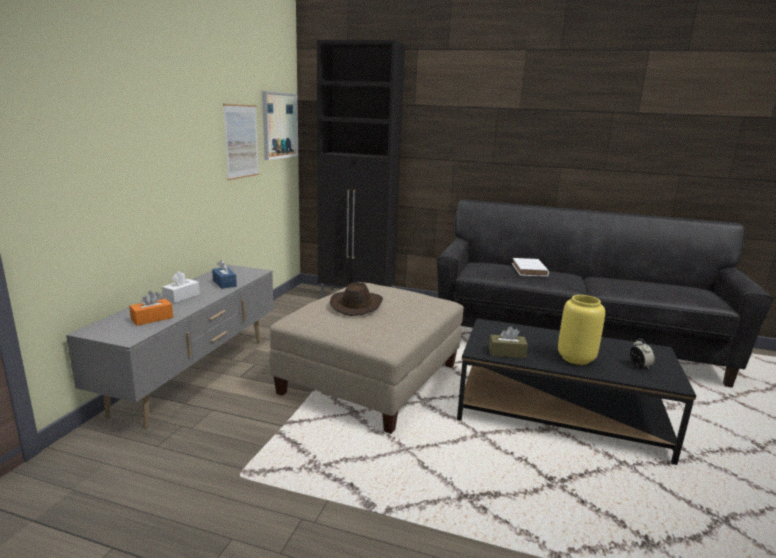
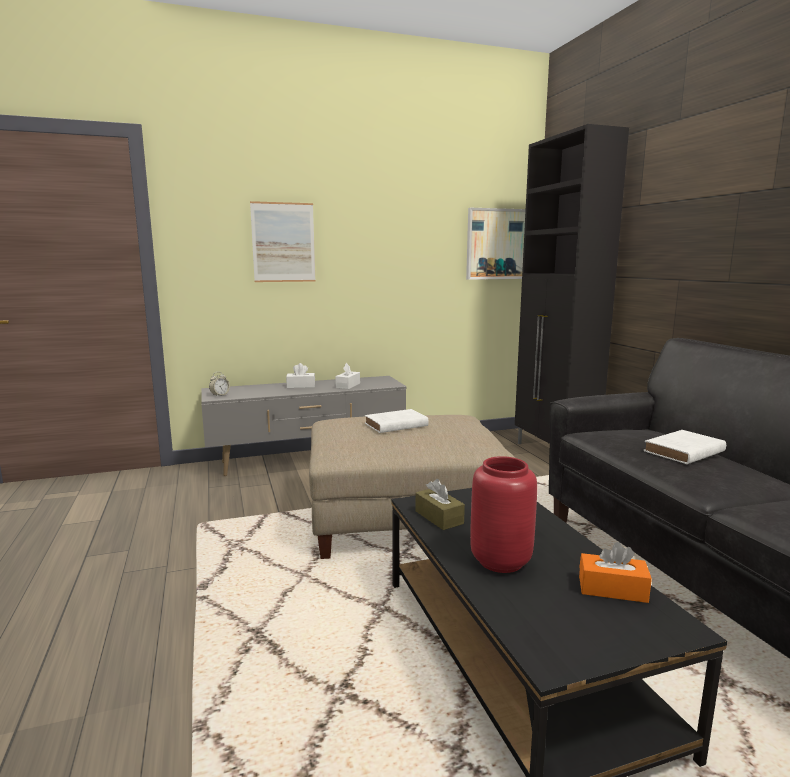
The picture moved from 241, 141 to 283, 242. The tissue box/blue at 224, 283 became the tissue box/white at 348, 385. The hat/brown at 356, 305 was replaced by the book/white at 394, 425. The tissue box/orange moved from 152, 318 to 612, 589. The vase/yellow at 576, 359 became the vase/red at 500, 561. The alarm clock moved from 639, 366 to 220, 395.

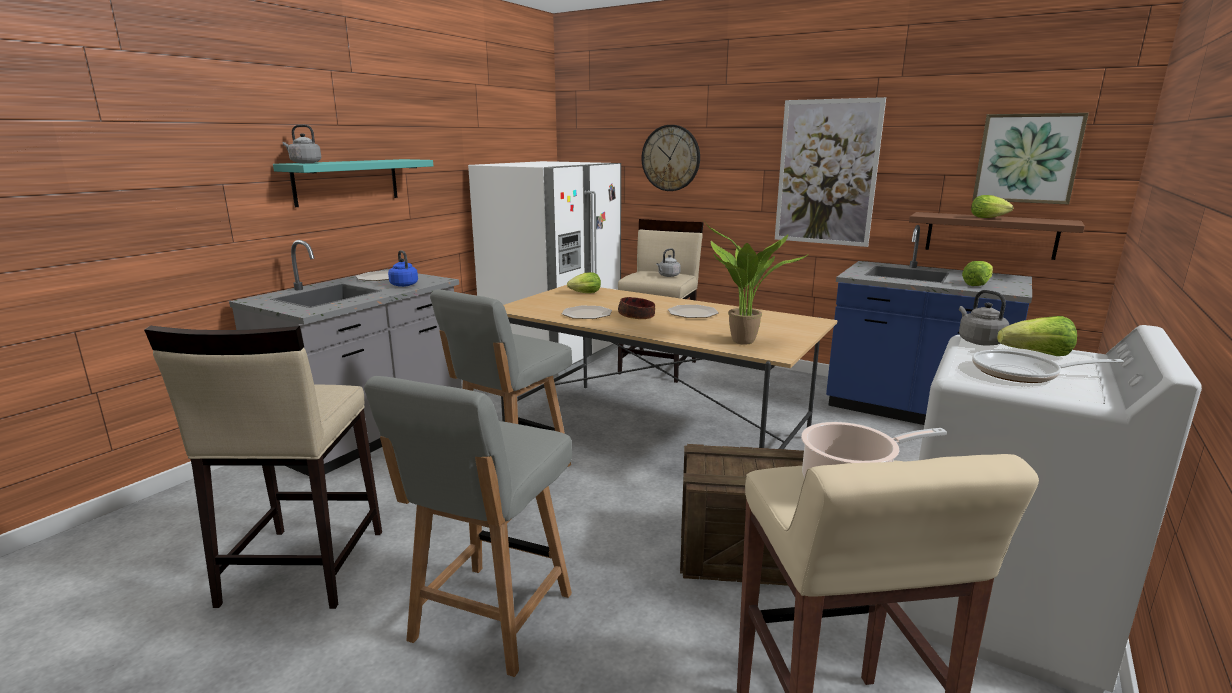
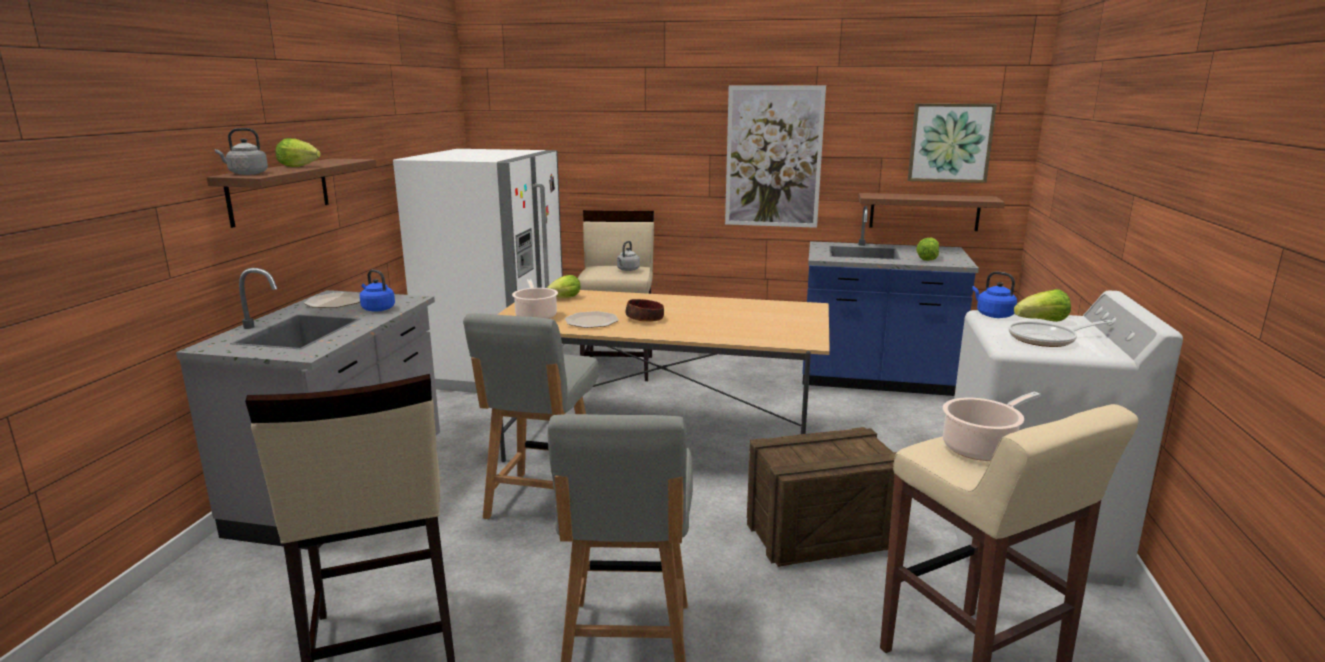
The wall clock at 671, 158 disappeared. The shelf/turquoise at 347, 181 became the shelf/brown at 279, 191. The lettuce moved from 990, 218 to 301, 167. The potted plant at 743, 343 disappeared. The kettle/grey at 978, 341 became the kettle/blue at 992, 315. The plate at 692, 313 disappeared. The cooking pot at 536, 315 appeared.

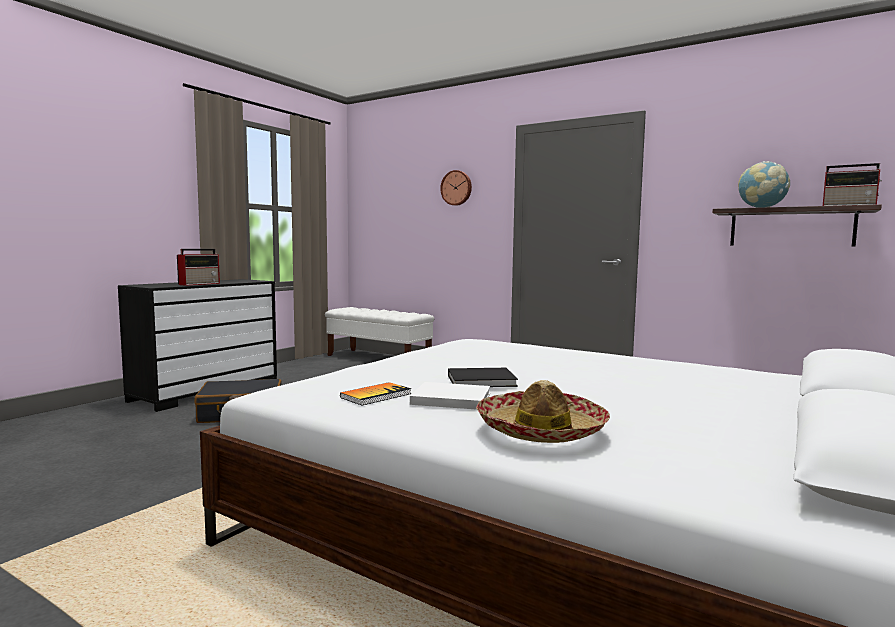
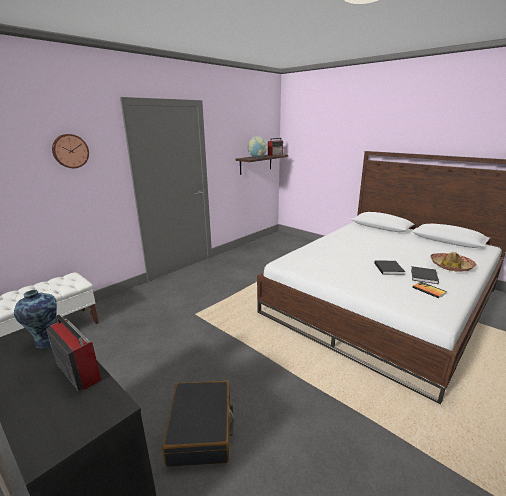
The book/white at 448, 399 became the book/black at 424, 276. The vase at 46, 341 appeared.

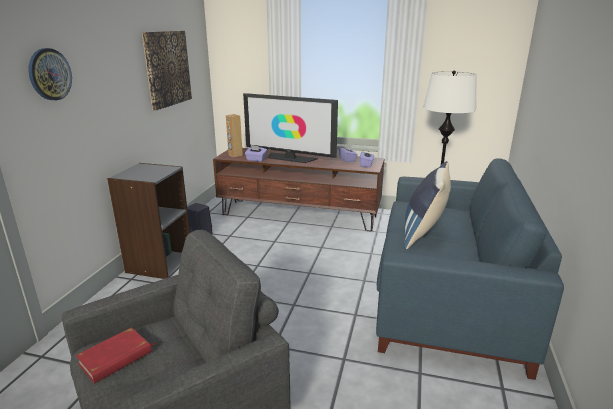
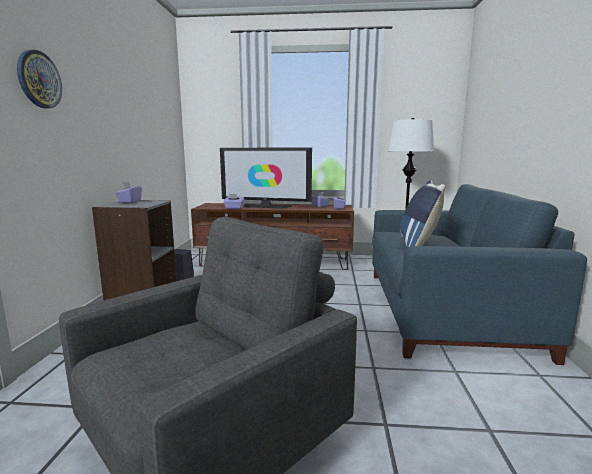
The picture at 167, 68 disappeared. The speaker/brown at 235, 155 disappeared. The book/red at 116, 358 disappeared. The tissue box/purple at 129, 201 appeared.

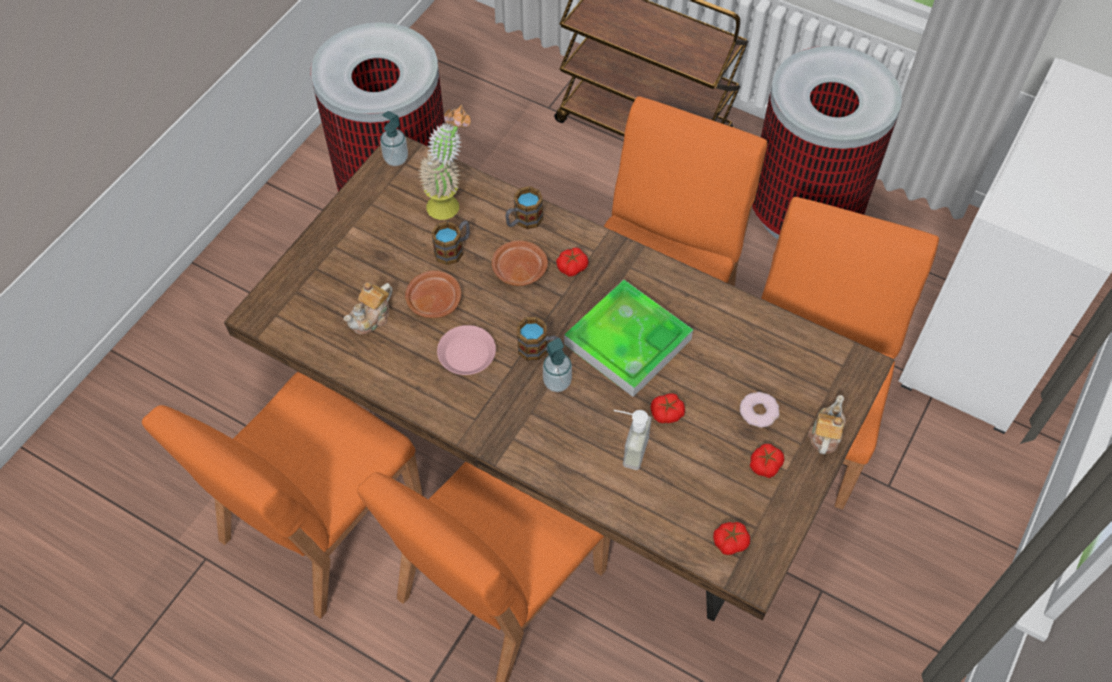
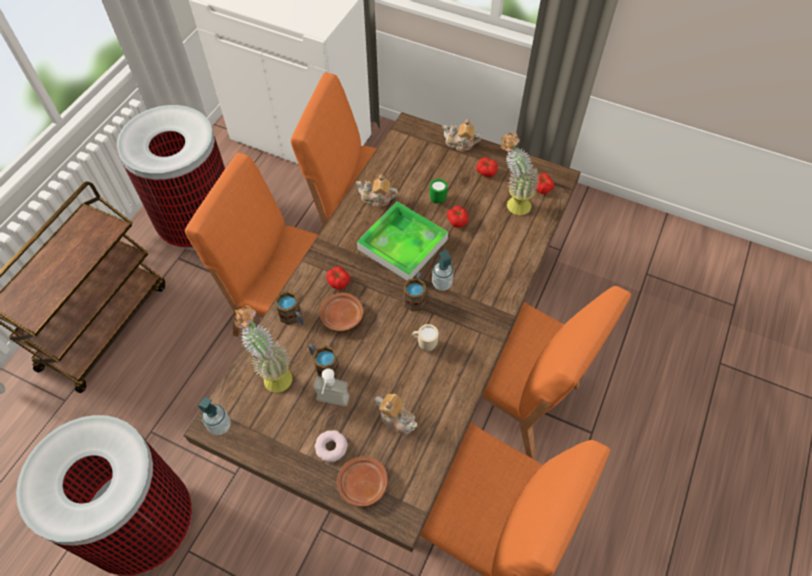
The plate/brown moved from 433, 300 to 362, 484. The plate/pink at 466, 354 was replaced by the mug/beige at 424, 344. The donut moved from 759, 412 to 331, 447. The soap dispenser moved from 627, 449 to 331, 404. The potted plant at 512, 203 appeared. The teapot at 376, 199 appeared. The mug/green at 437, 197 appeared.

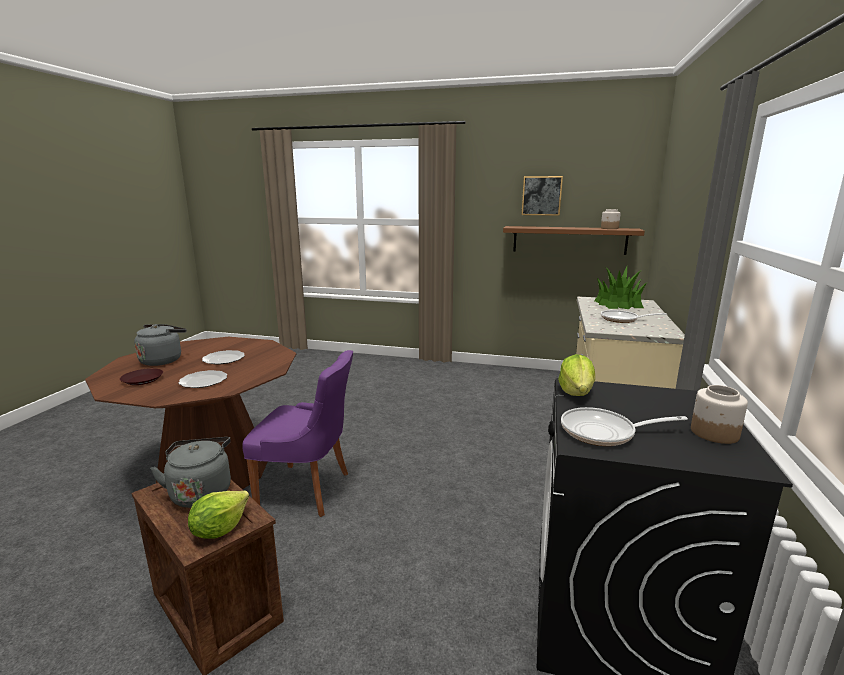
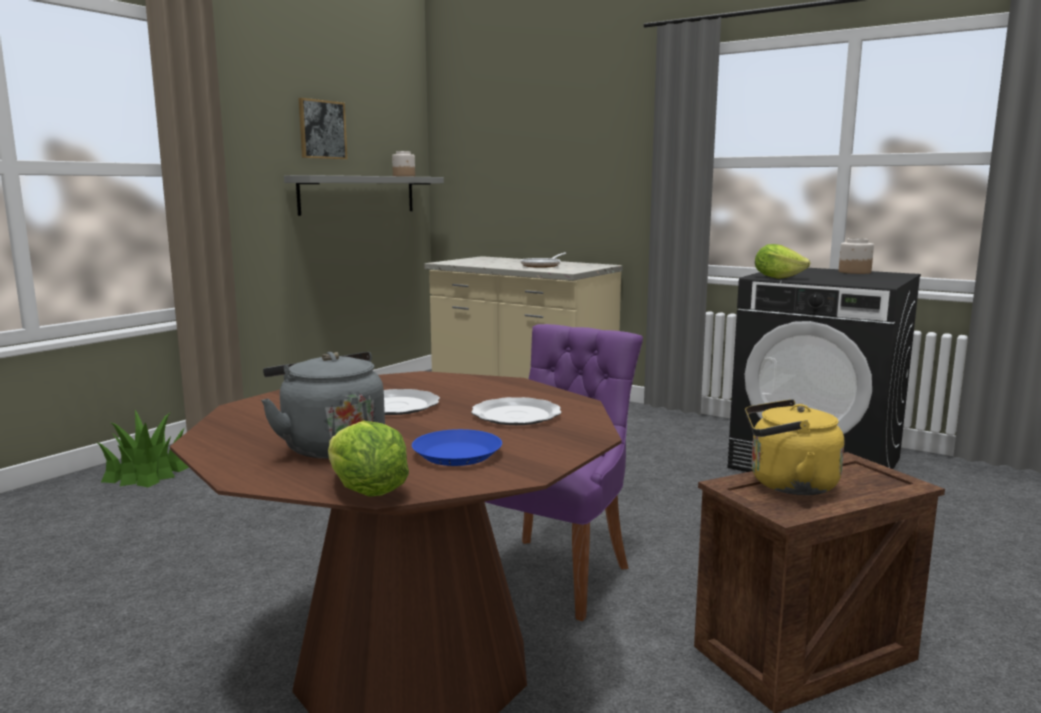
The shelf/brown at 569, 240 became the shelf/grey at 358, 194. The potted plant moved from 618, 304 to 146, 473. The plate/brown at 143, 380 became the plate/blue at 457, 454. The frying pan at 604, 432 disappeared. The kettle/grey at 201, 492 became the kettle/yellow at 787, 484. The lettuce moved from 219, 529 to 366, 492.

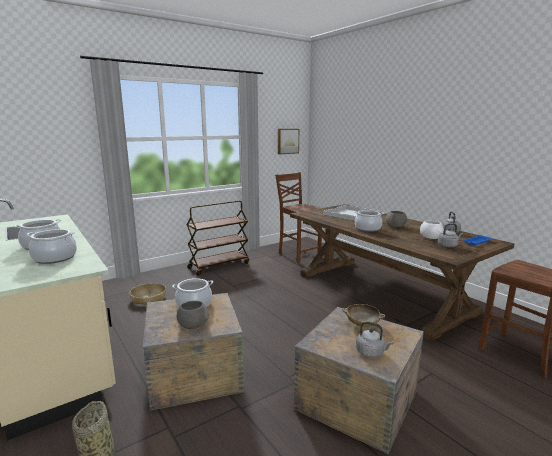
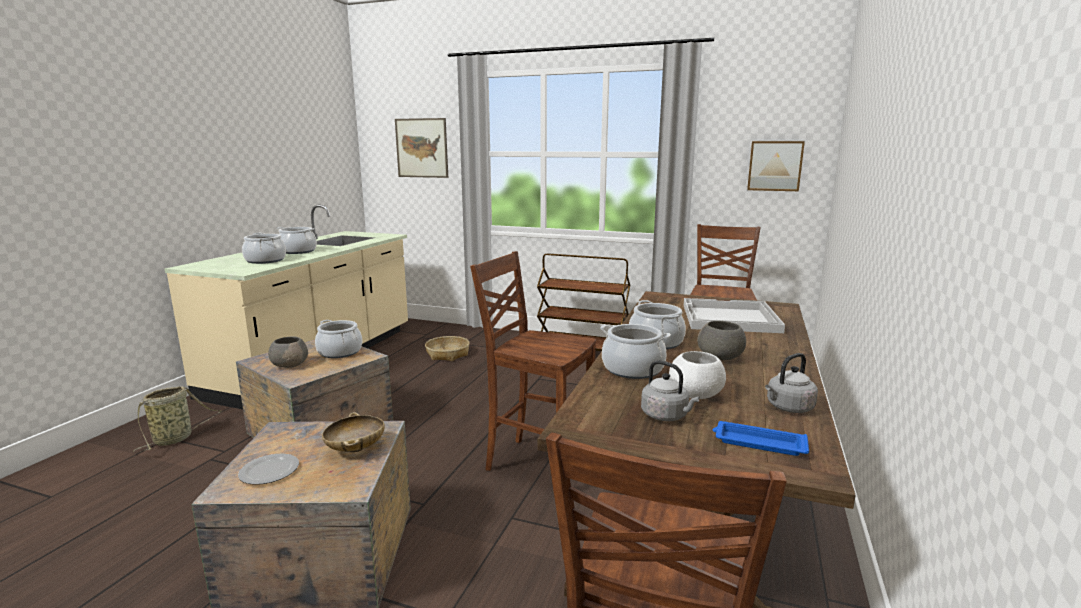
The kettle/grey at 371, 353 was replaced by the plate at 270, 471. The picture at 422, 148 appeared. The chair/brown at 537, 464 appeared. The cooking pot at 632, 369 appeared.

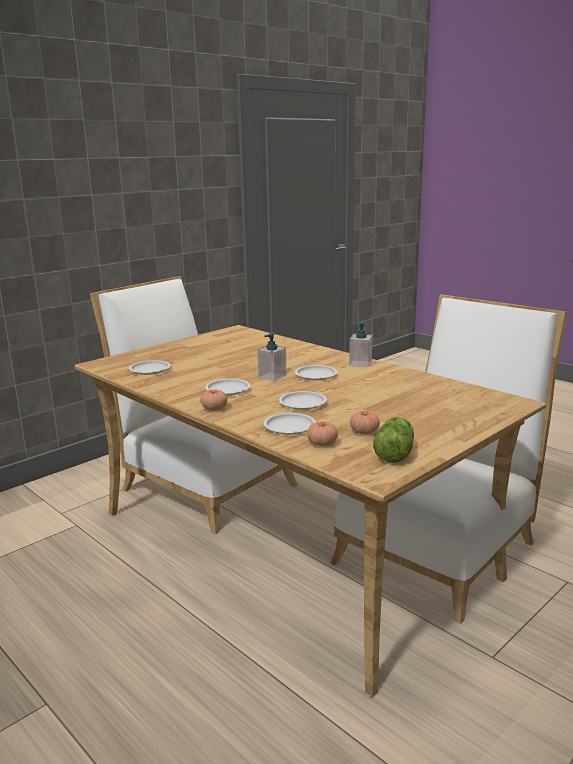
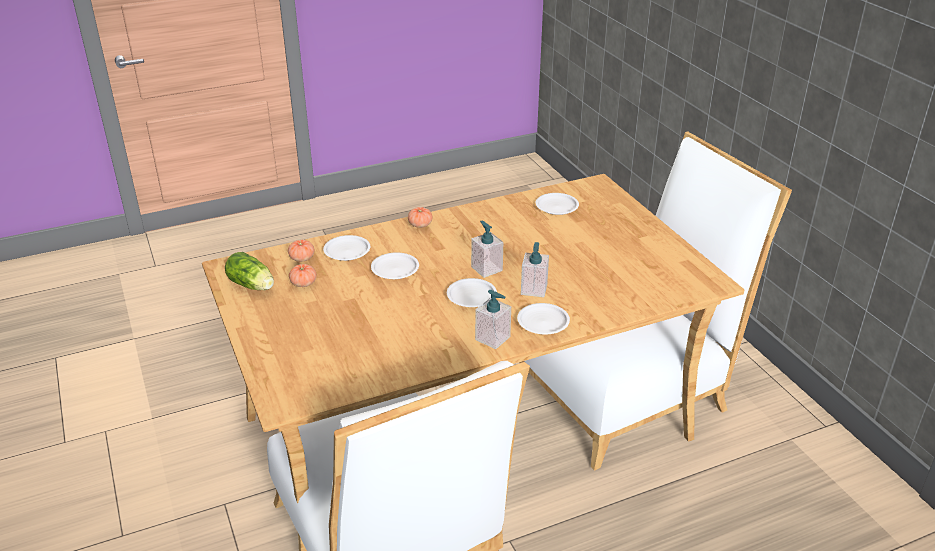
The plate/white moved from 228, 390 to 543, 322. The soap dispenser at 534, 289 appeared.

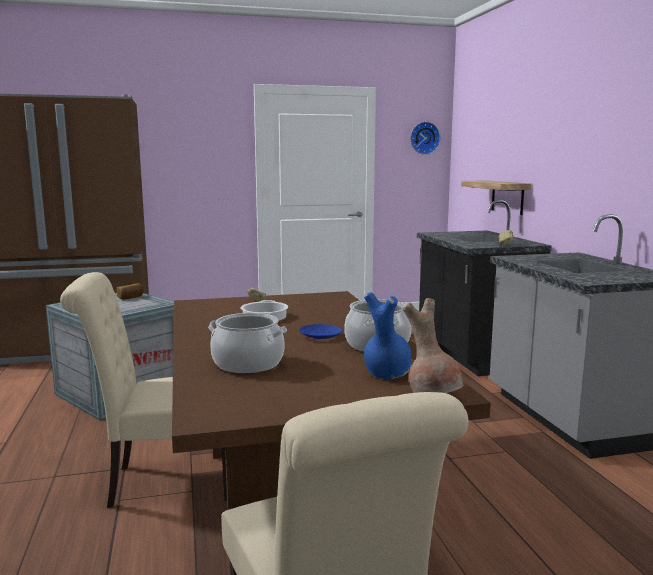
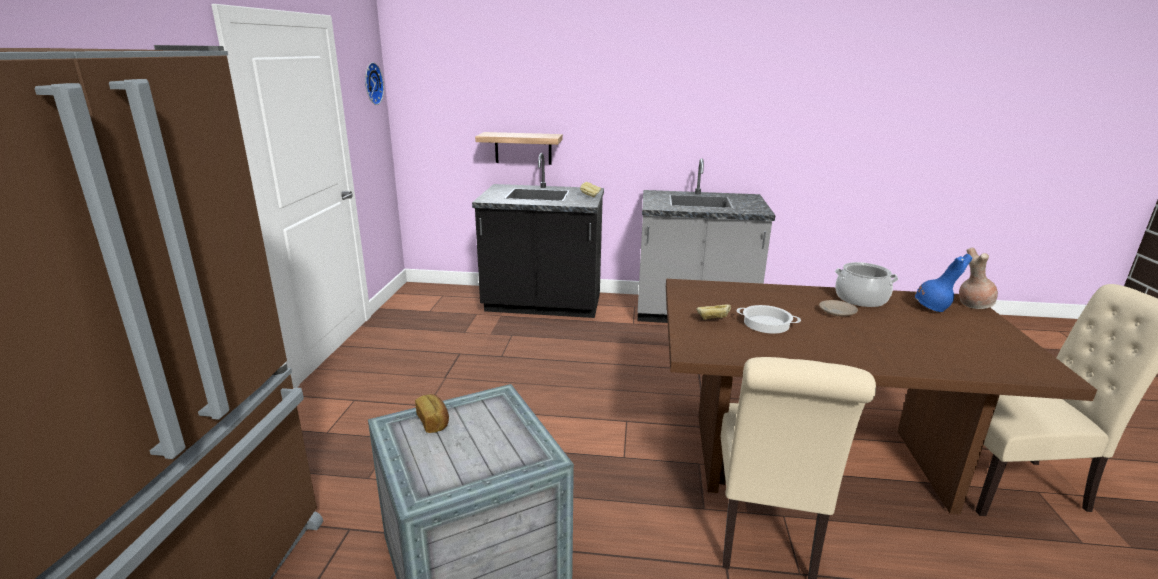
The cooking pot at 247, 363 disappeared. The plate/blue at 320, 336 became the plate/beige at 837, 312.

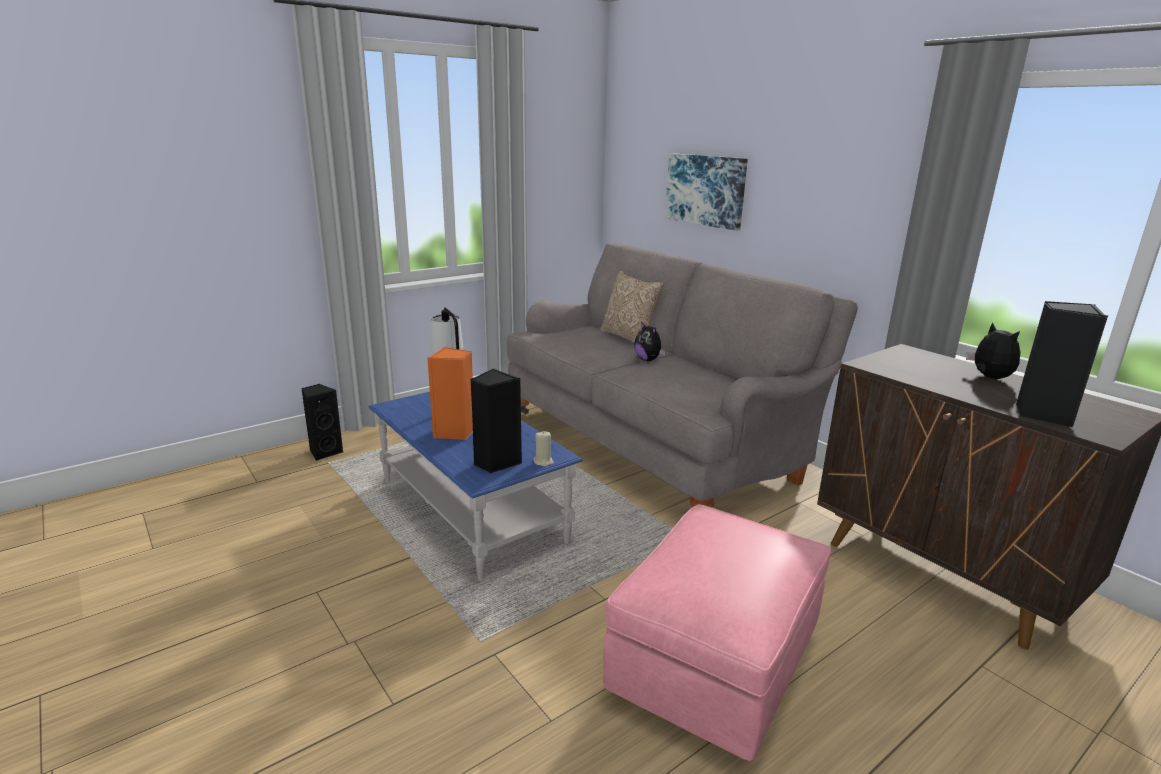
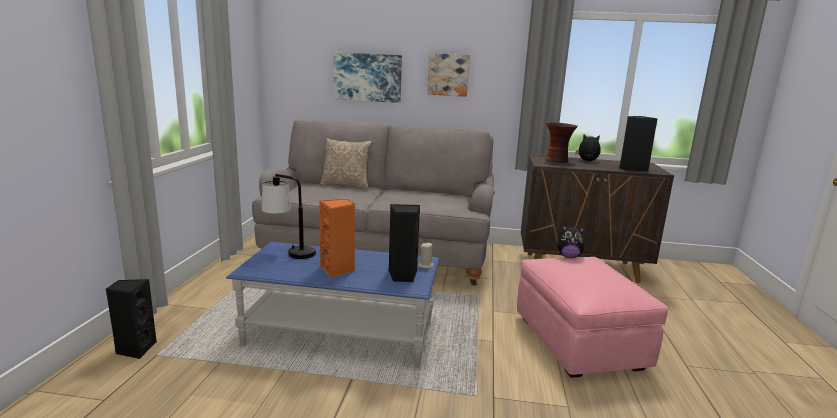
The plush toy moved from 648, 360 to 569, 256. The picture at 448, 74 appeared. The vase at 557, 161 appeared.

